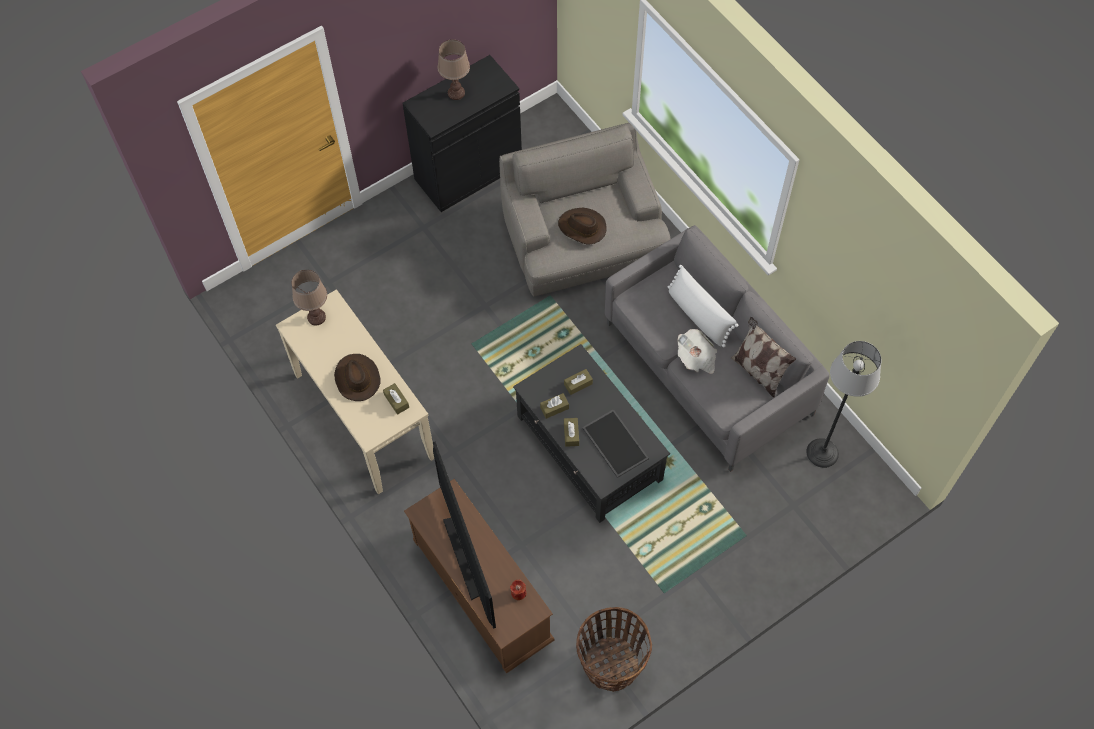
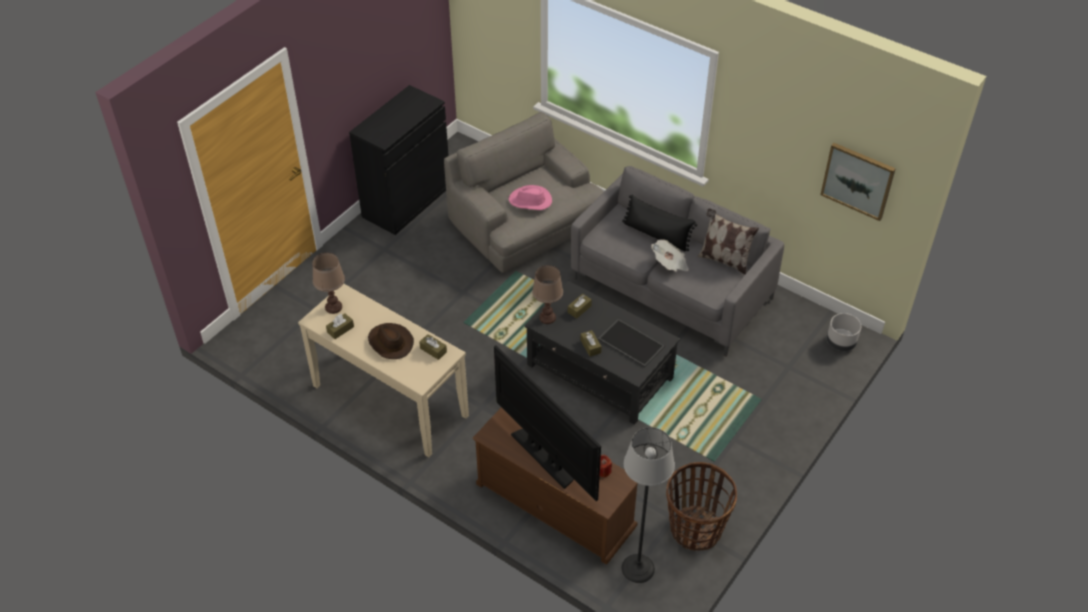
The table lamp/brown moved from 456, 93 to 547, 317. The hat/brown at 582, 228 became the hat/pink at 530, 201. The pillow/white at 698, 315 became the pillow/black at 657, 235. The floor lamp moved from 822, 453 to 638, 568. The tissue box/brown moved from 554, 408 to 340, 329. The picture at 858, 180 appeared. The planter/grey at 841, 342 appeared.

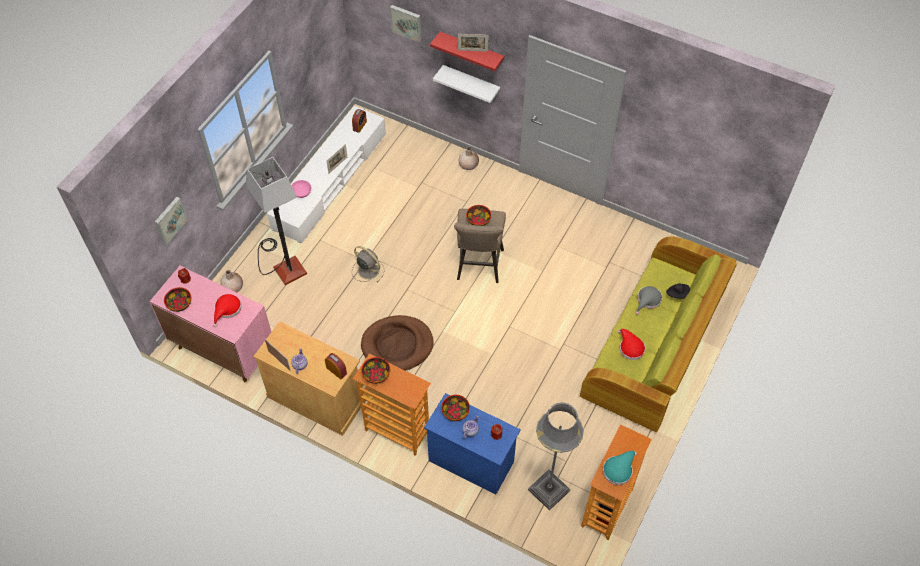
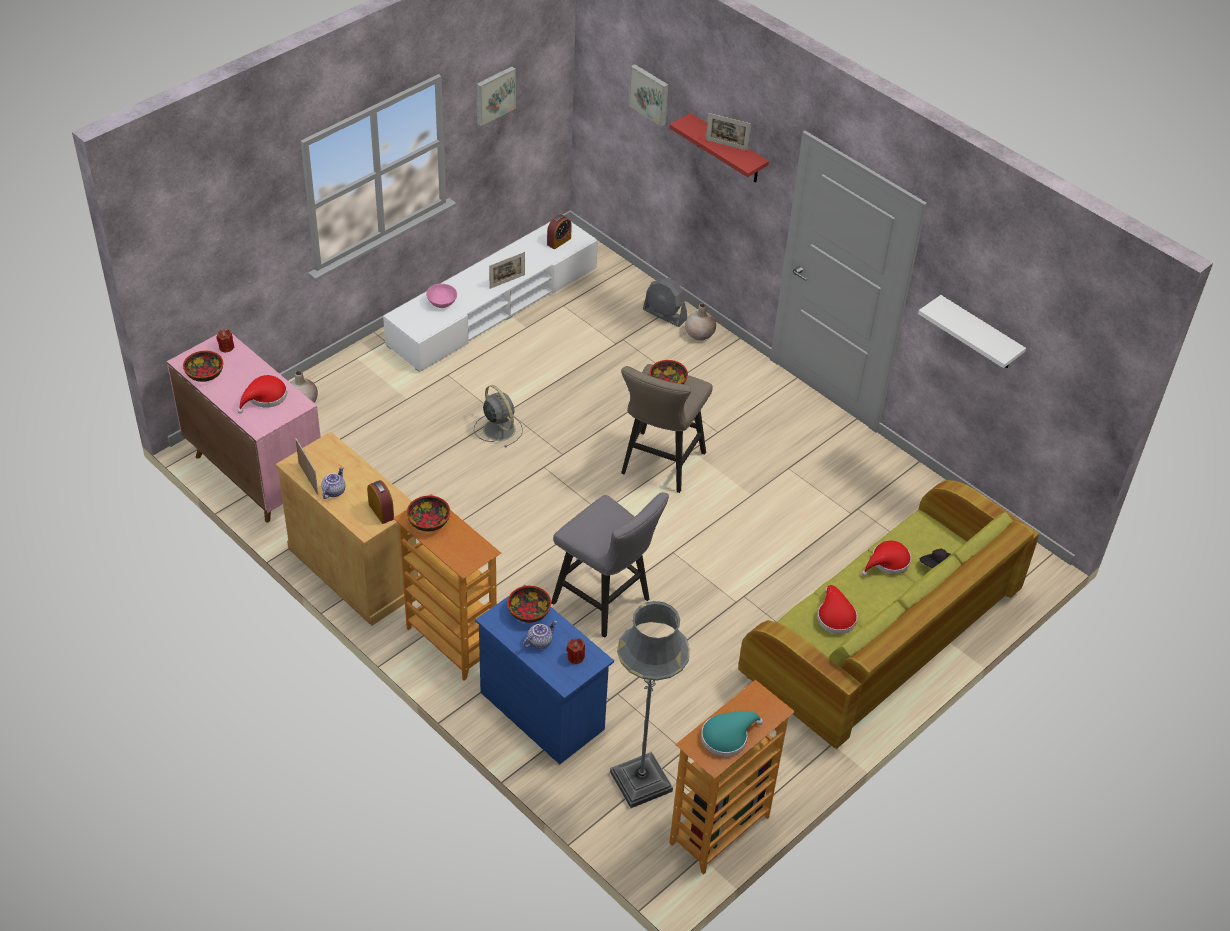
The shelf/white moved from 471, 83 to 979, 334. The floor lamp at 283, 266 disappeared. The picture moved from 169, 219 to 494, 95. The hat/grey at 648, 300 became the hat/red at 887, 562. The dog bed/brown at 397, 345 disappeared. The fan/grey at 665, 315 appeared. The stool/grey at 606, 603 appeared.

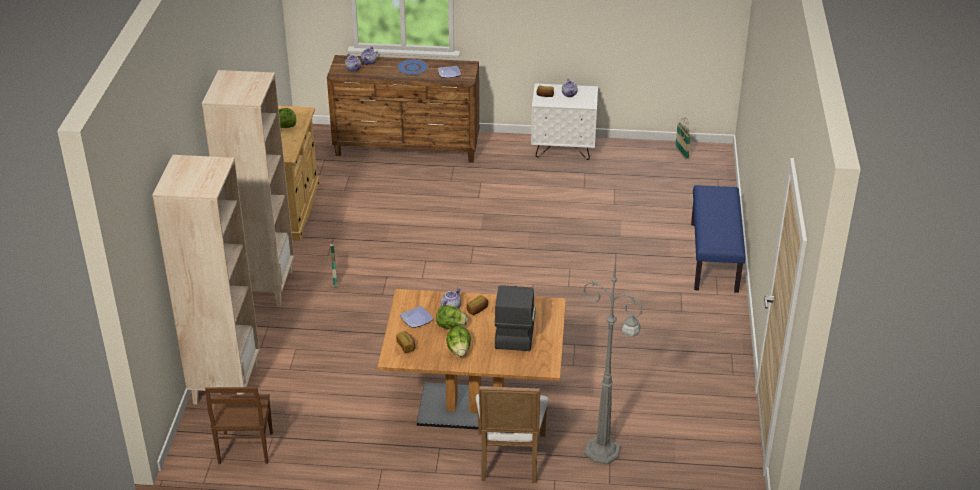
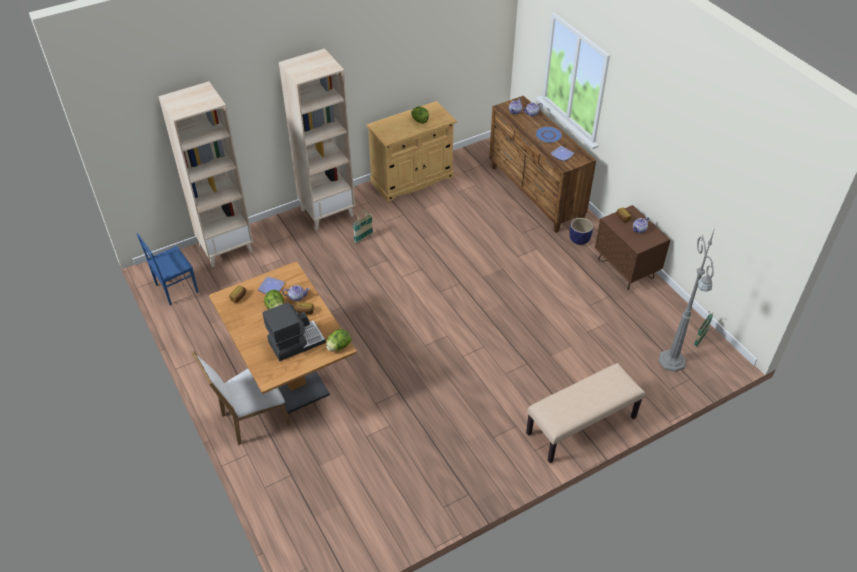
The nightstand/white at 563, 149 became the nightstand/brown at 625, 269. The bench/blue at 714, 257 became the bench/beige at 581, 426. The floor lamp/grey moved from 604, 452 to 672, 362. The lettuce moved from 459, 350 to 339, 347. The chair/brown at 244, 449 became the chair/blue at 175, 288. The planter at 579, 239 appeared.

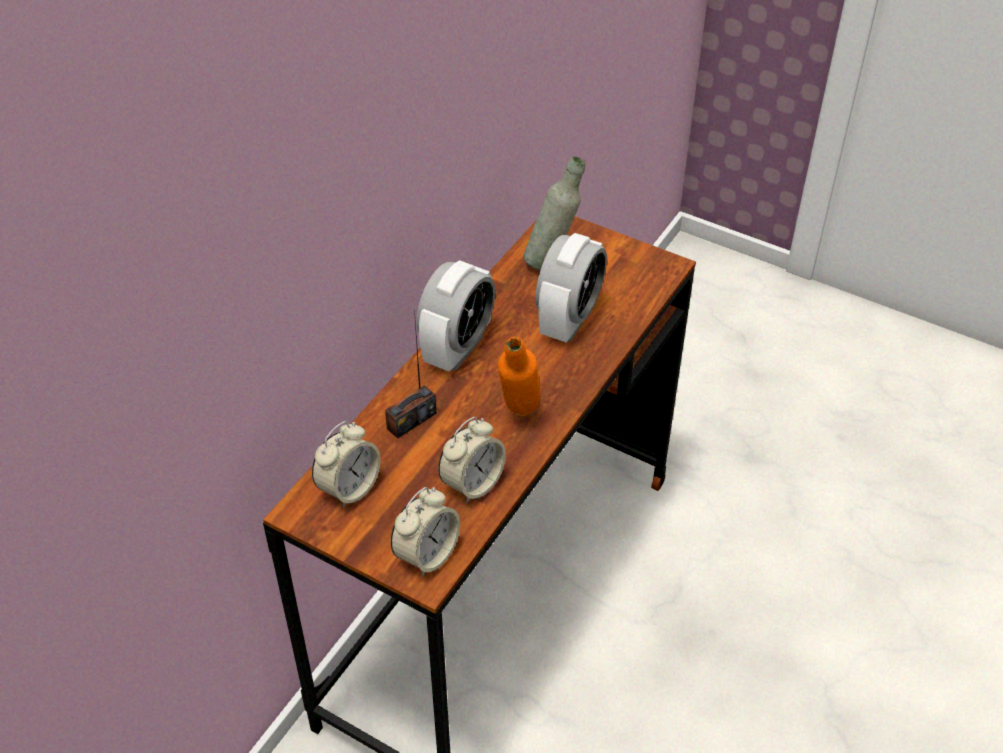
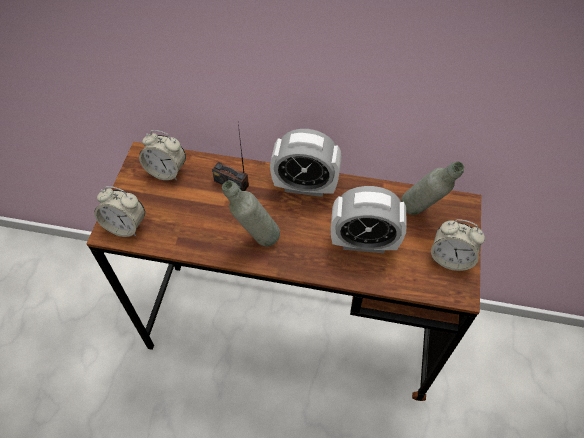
The bottle/orange at 519, 418 became the bottle/grey at 255, 240. The alarm clock moved from 472, 483 to 450, 258.

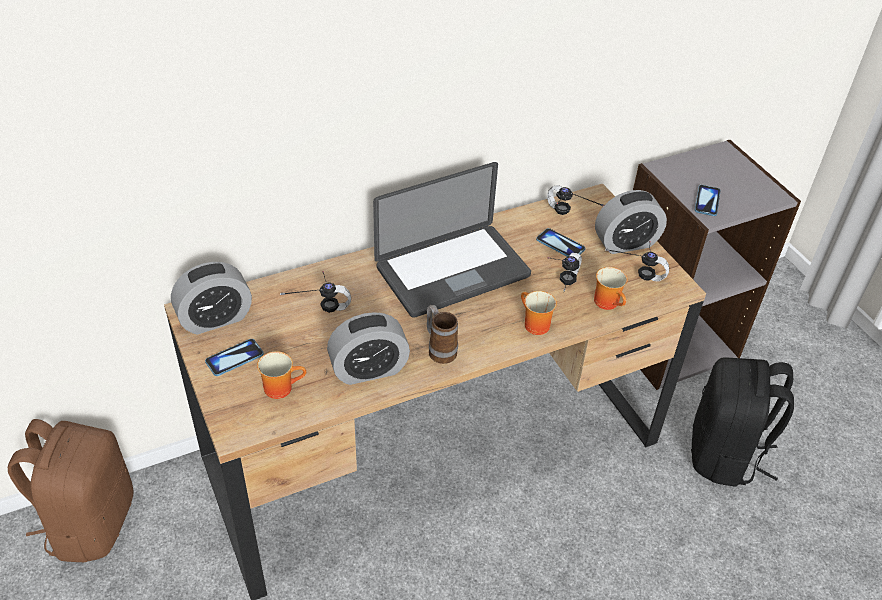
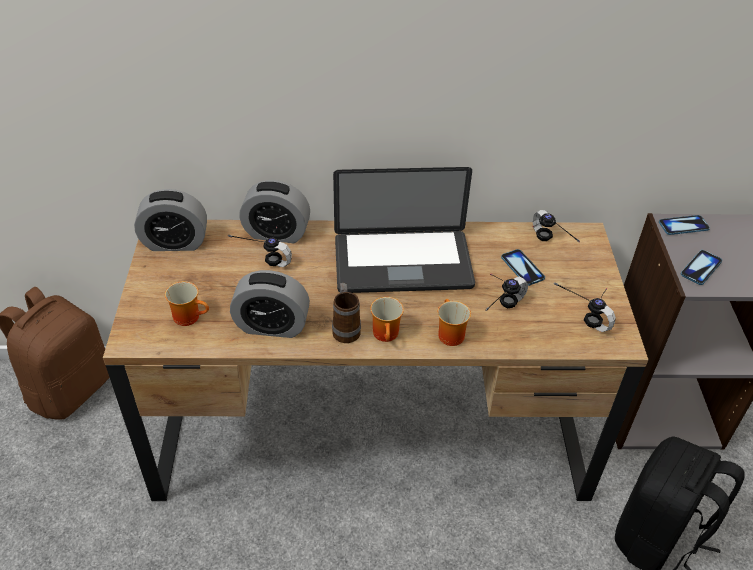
The alarm clock moved from 626, 243 to 276, 233. The mug moved from 609, 302 to 388, 334. The phone moved from 234, 358 to 683, 226.

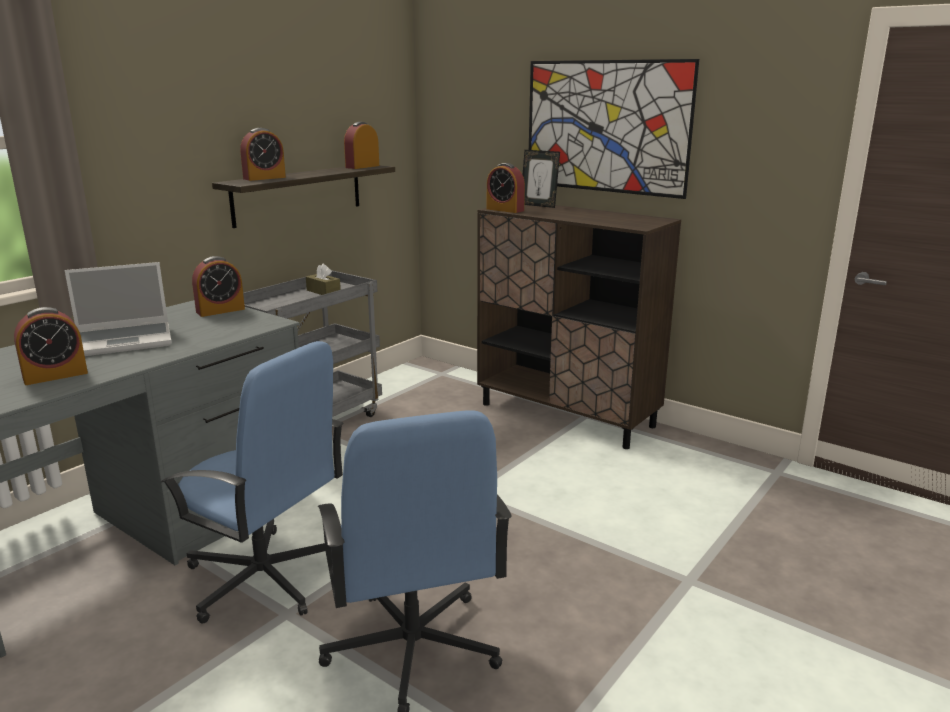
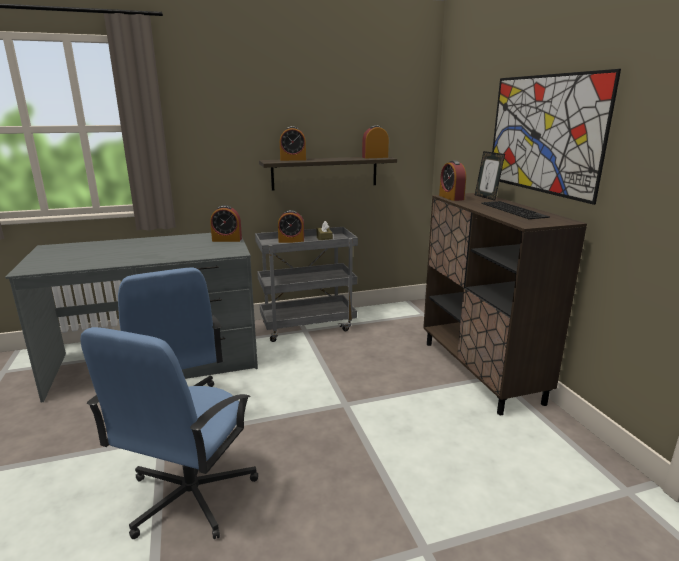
The laptop at 125, 341 disappeared. The alarm clock moved from 55, 375 to 291, 241. The keyboard at 514, 210 appeared.

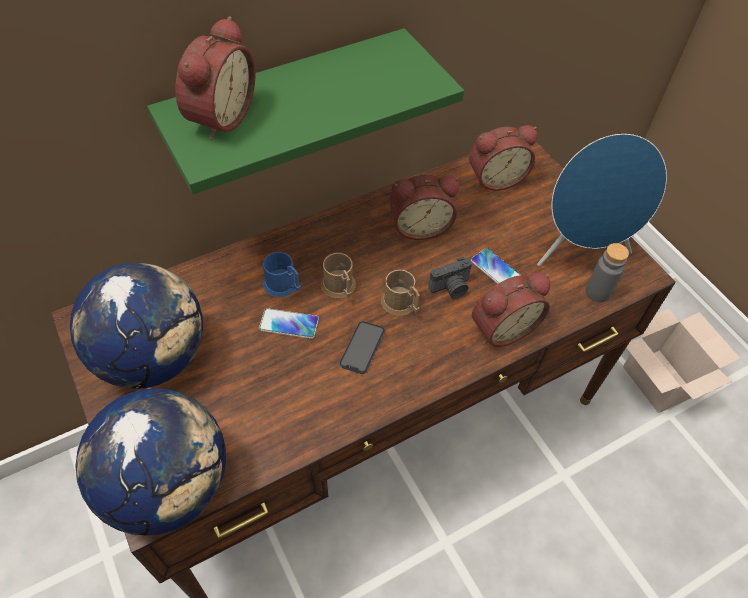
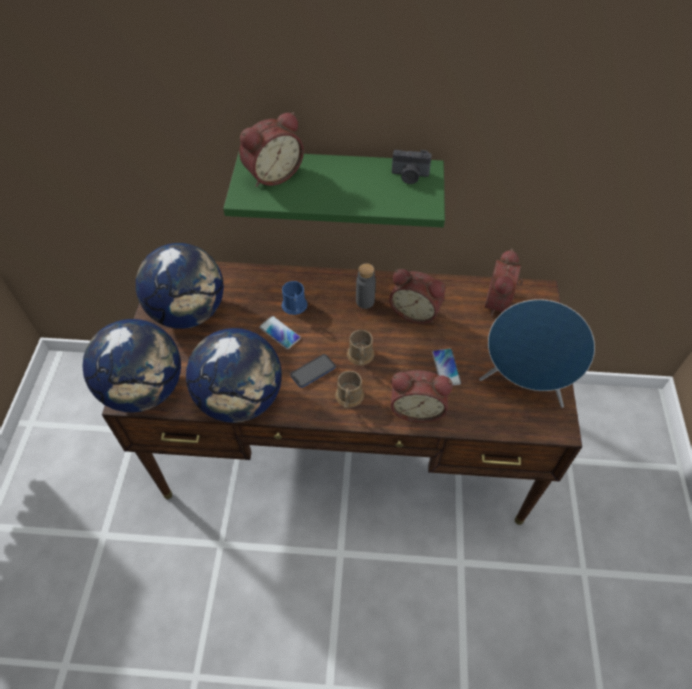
The alarm clock at 495, 178 turned 90 degrees clockwise. The bottle/grey moved from 597, 292 to 365, 301. The mug/brown moved from 340, 288 to 348, 398. The photo camera moved from 451, 288 to 409, 176. The cardboard box at 660, 382 disappeared. The globe at 241, 399 appeared.

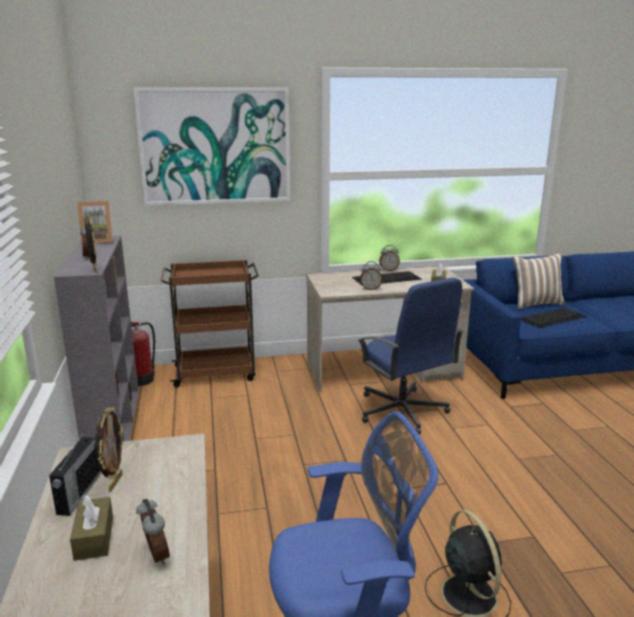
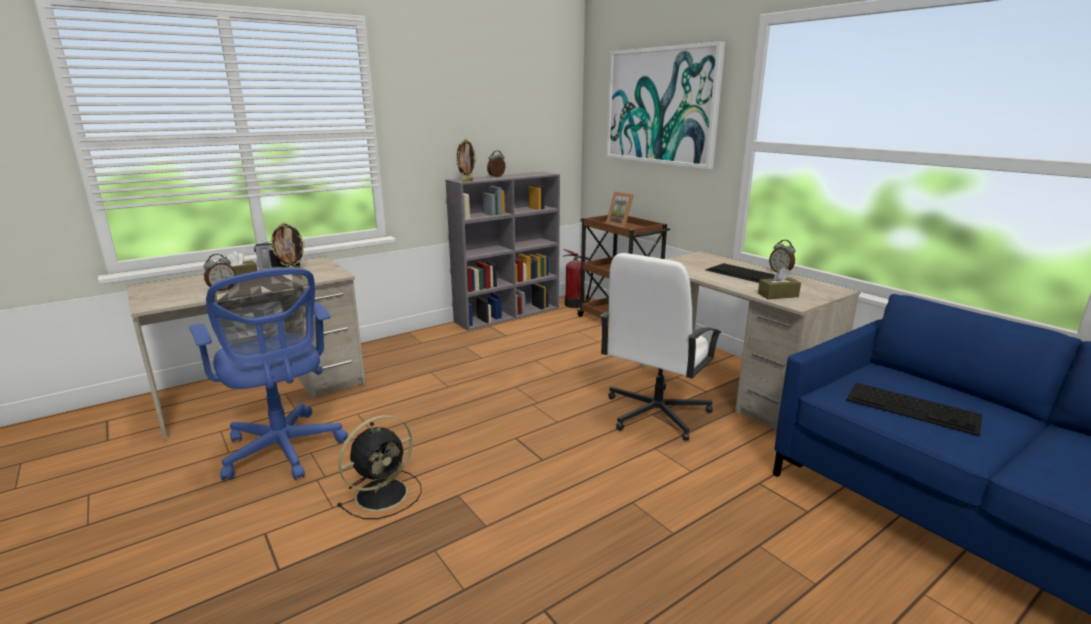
The picture frame moved from 97, 241 to 620, 225. The pillow at 535, 304 disappeared. The alarm clock at 370, 289 disappeared. The office chair/blue at 402, 411 became the office chair/white at 655, 413.

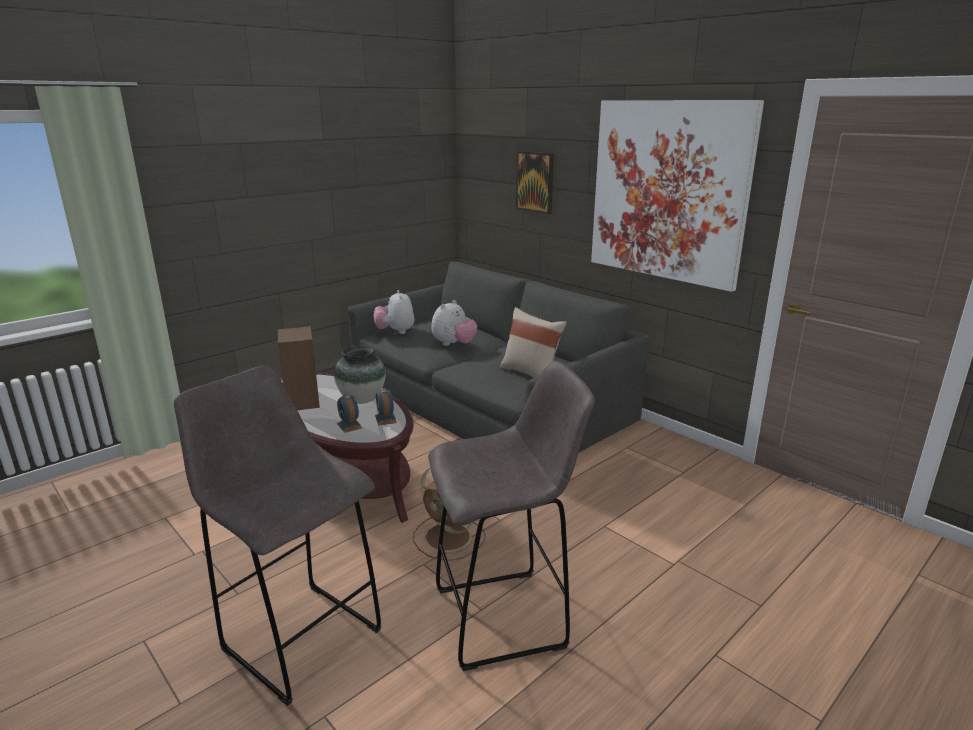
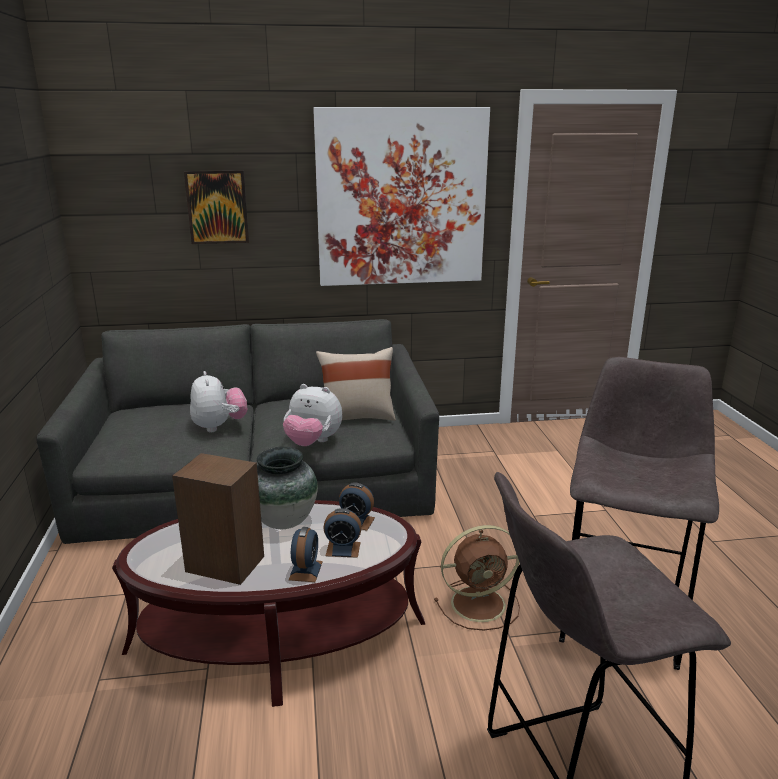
The plush toy moved from 395, 332 to 313, 443. The alarm clock at 305, 570 appeared.

